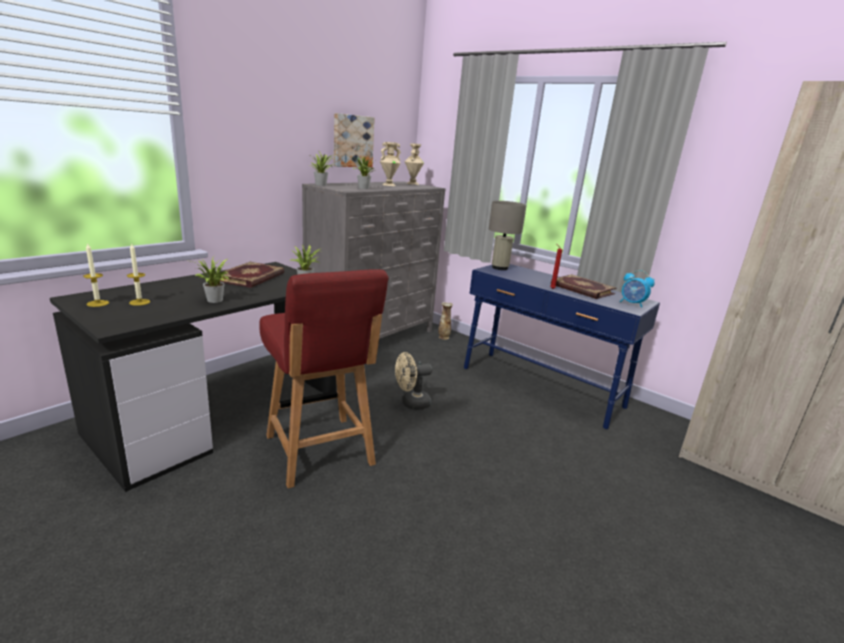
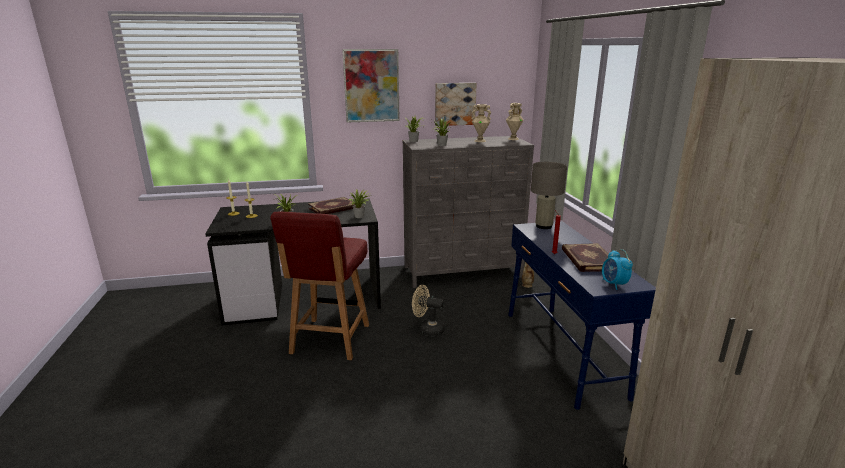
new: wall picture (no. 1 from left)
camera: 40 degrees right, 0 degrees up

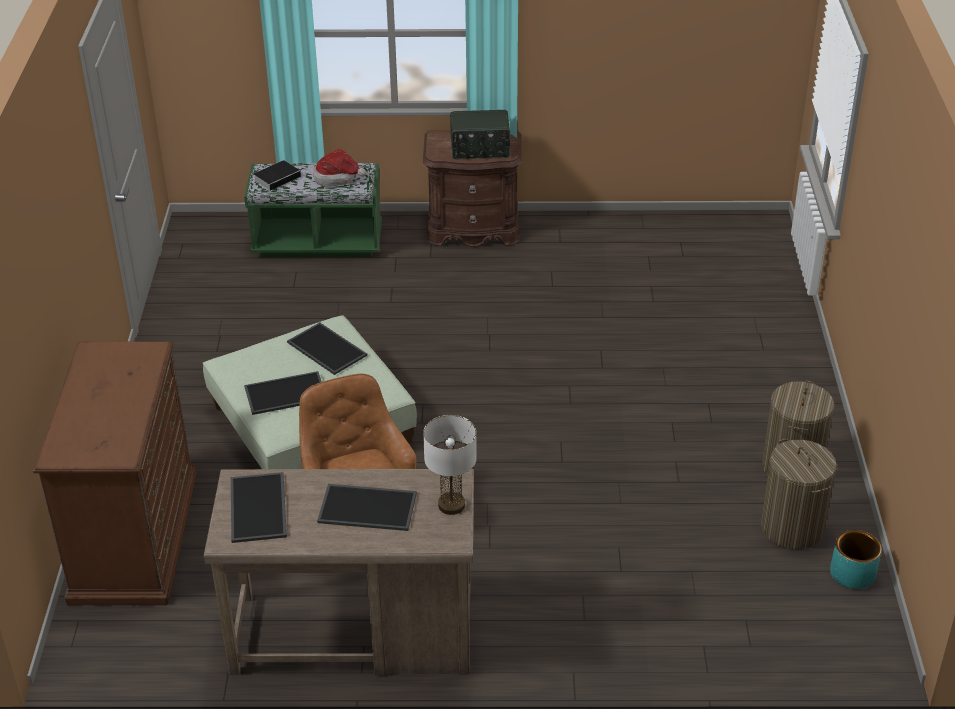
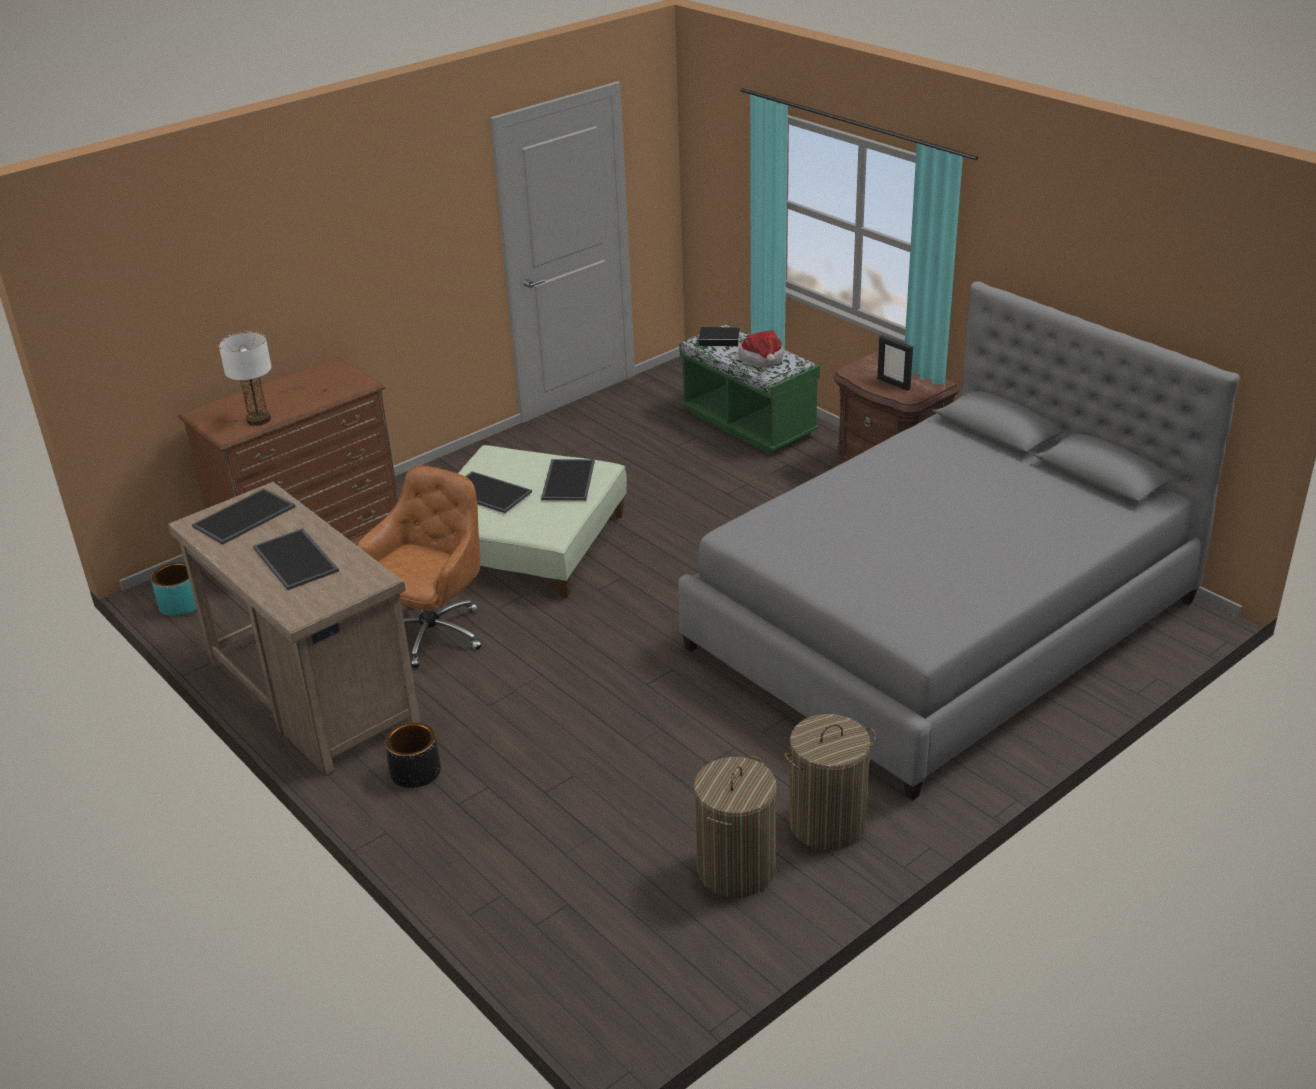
new: gray bed; blackish flower pot
shifted: lamp for a table; turquoise flower pot
swapped: radio set to photo frame
camera: 50 degrees right, 5 degrees down

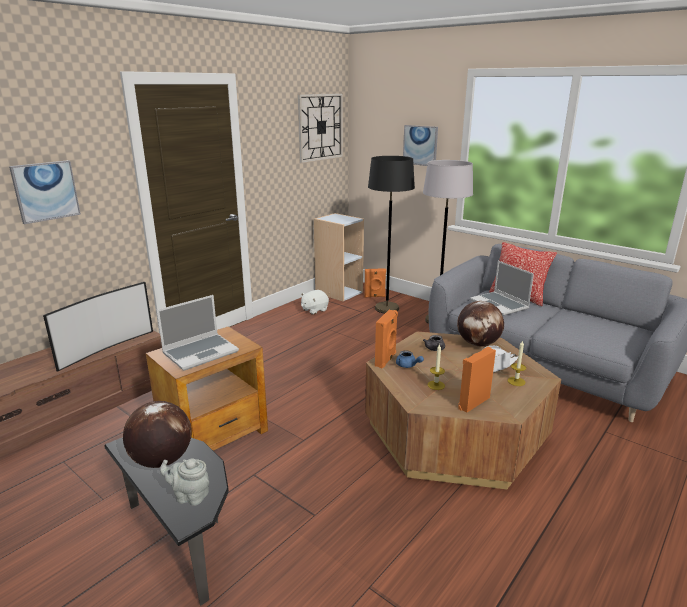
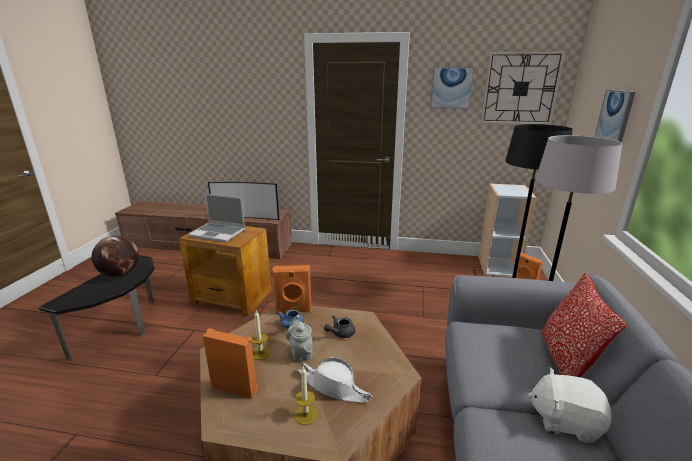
gone: notebook computer (no. 2 from left); desk globe (no. 2 from left)
shifted: wall picture (no. 1 from left); whitish cuddly toy; gray teapot (no. 1 from left)
camera: 60 degrees right, 0 degrees up

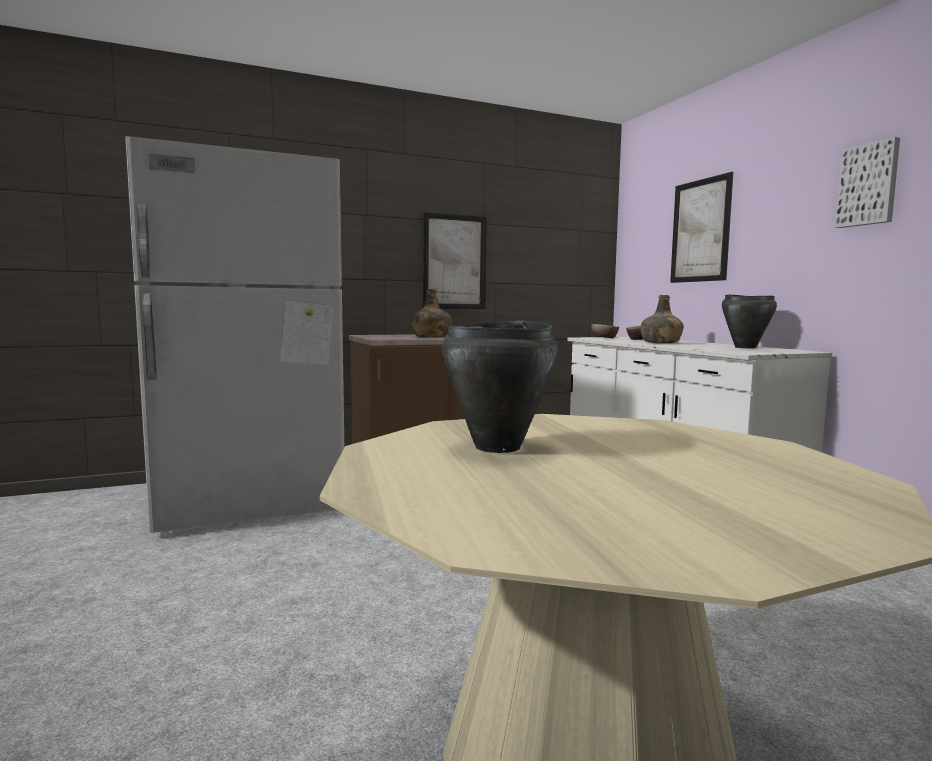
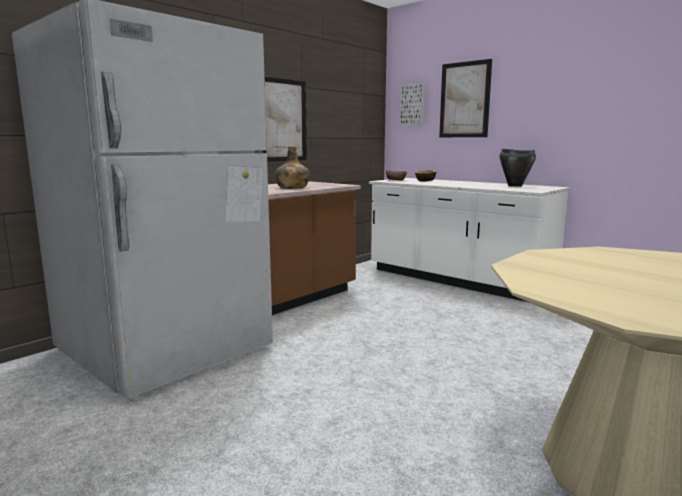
gone: green beverage bottle (no. 2 from left); blackish cooking pot (no. 1 from left)
shifted: wall picture (no. 3 from left in the first image) to wall picture (no. 2 from left)
camera: 25 degrees left, 5 degrees up

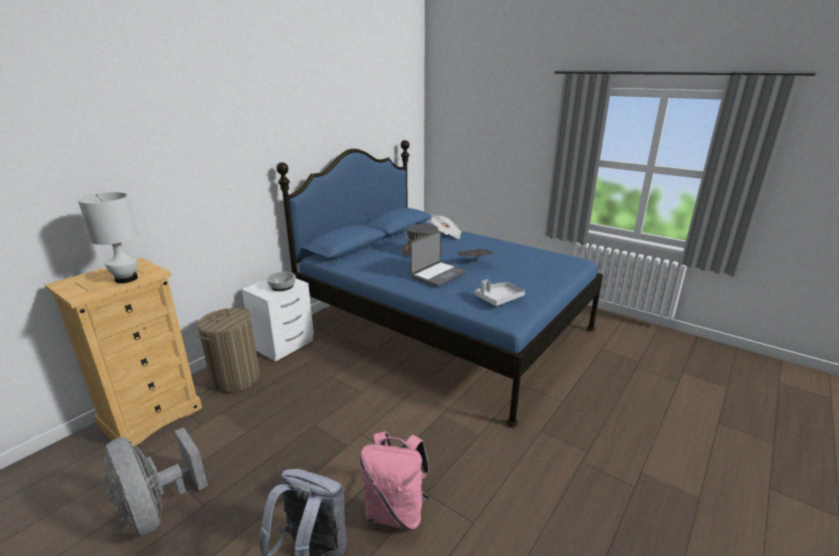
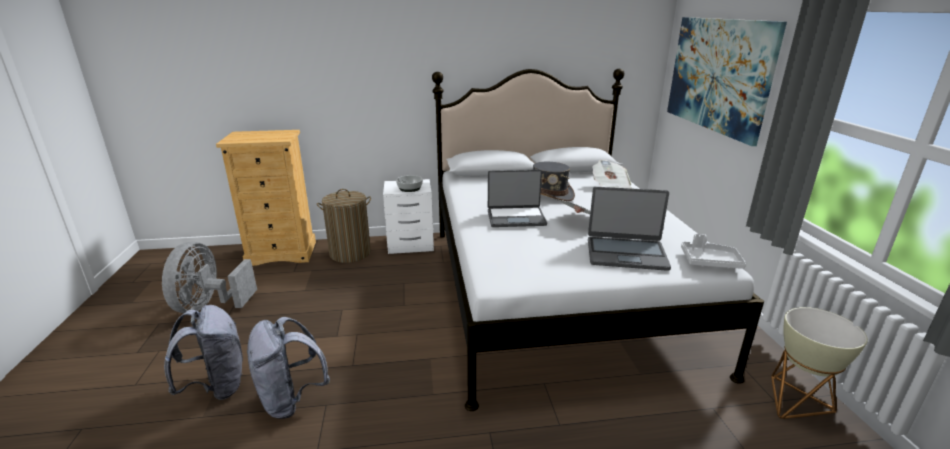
gone: whitish lamp for a table
new: wall picture; notebook computer (no. 2 from left); flower pot
shifted: gray serving tray
repainted: blue bed to whitish bed; pinkish backpack to gray backpack (no. 2 from left)
camera: 45 degrees right, 0 degrees up

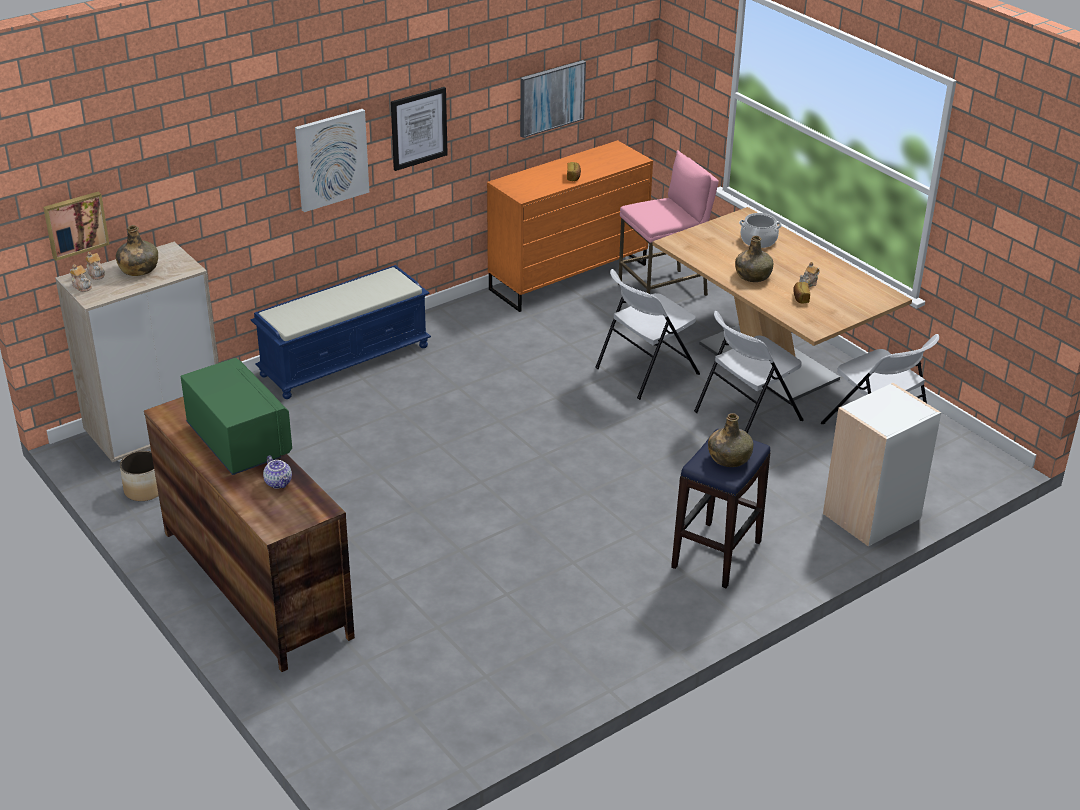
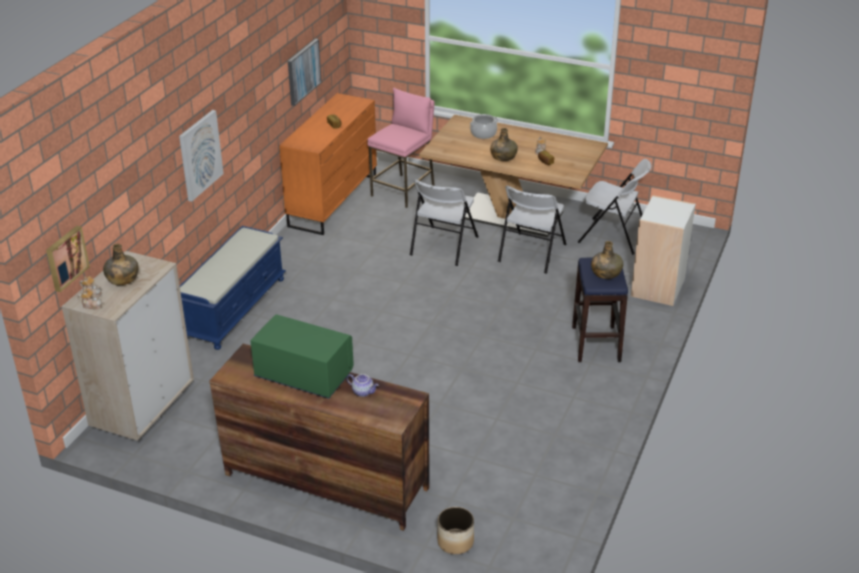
gone: wall picture (no. 3 from left)
shifted: flower pot
camera: 30 degrees left, 0 degrees up

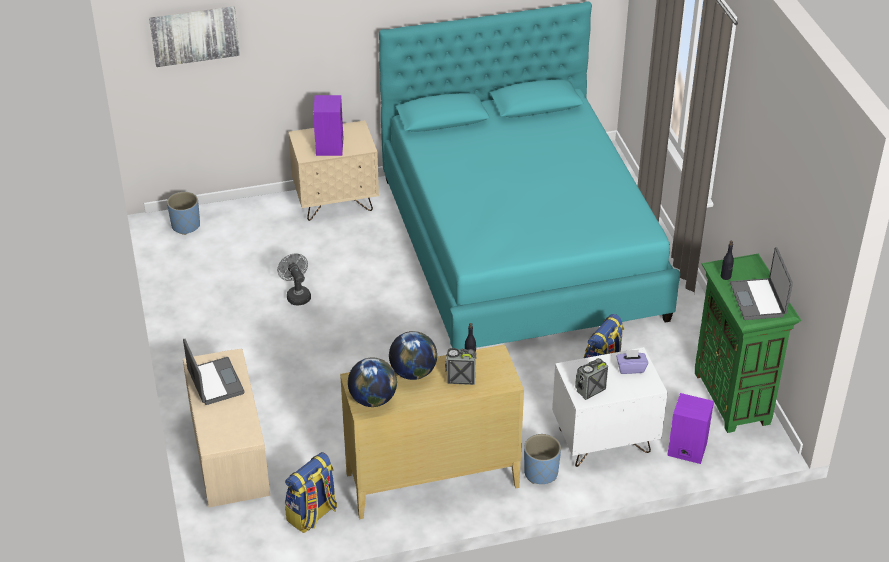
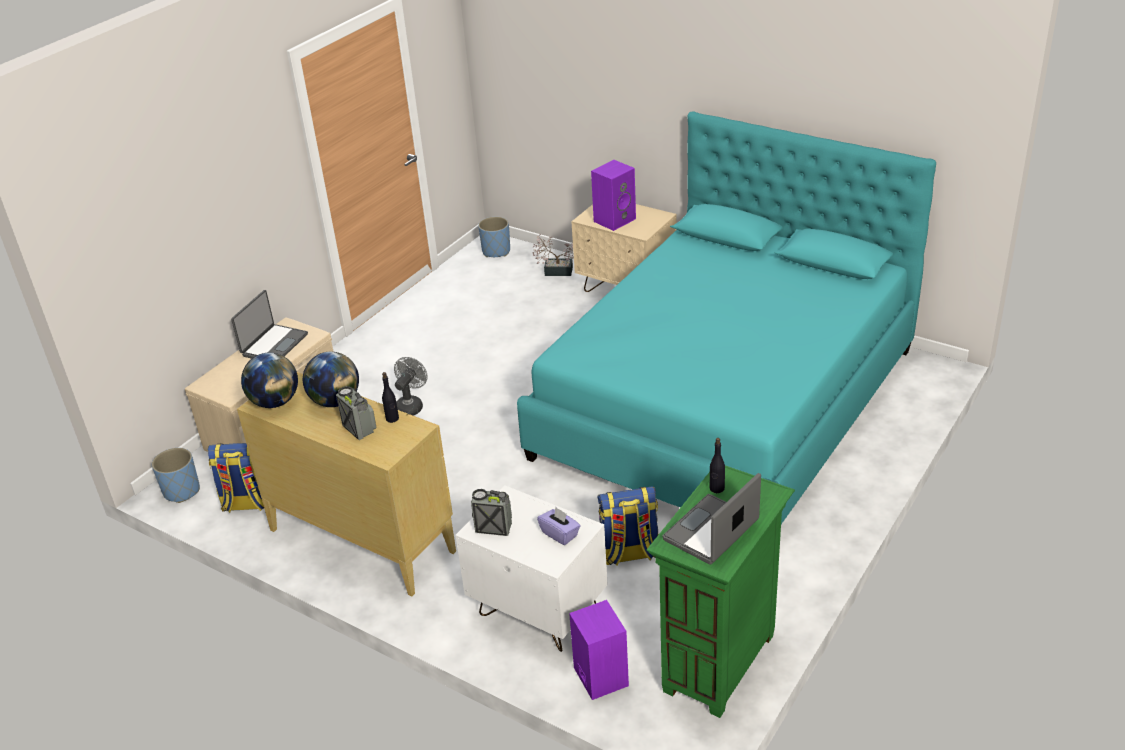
gone: wall picture
new: houseplant
shifted: gray cooling fan; blue flower pot (no. 2 from left in the first image) to blue flower pot (no. 1 from left)
camera: 50 degrees right, 5 degrees down

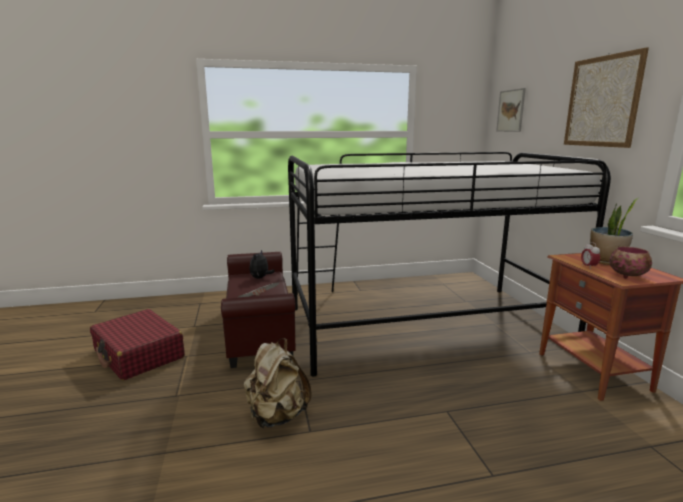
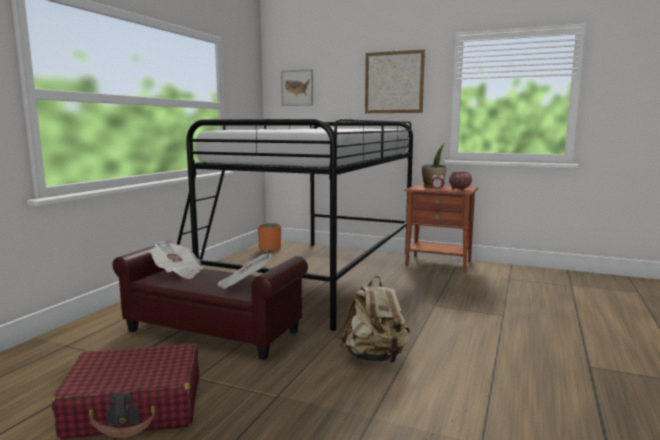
new: orangey flower pot
swapped: cuddly toy to printed paper (no. 1 from left)
camera: 55 degrees left, 5 degrees down

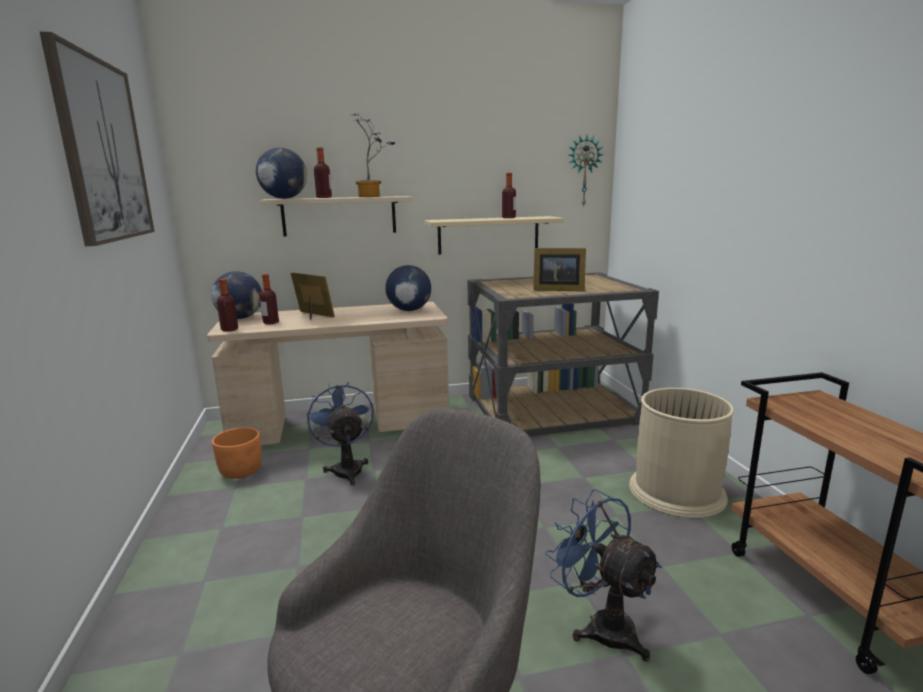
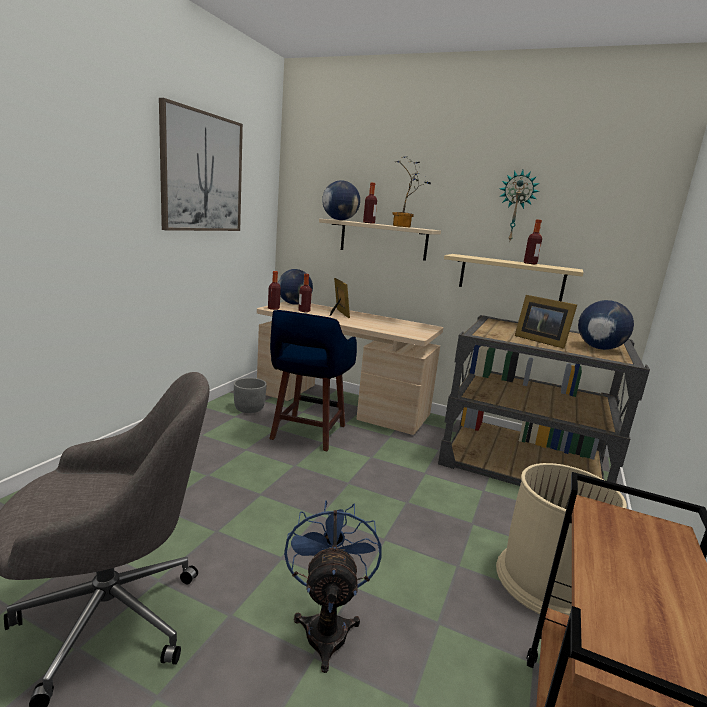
shifted: hanging clock; desk globe (no. 3 from left)
swapped: blue cooling fan (no. 1 from left) to blue stool seat
repainted: orangey flower pot to gray flower pot
camera: 35 degrees right, 0 degrees up

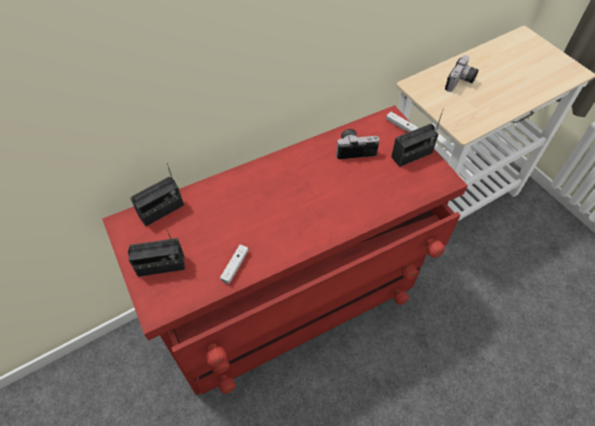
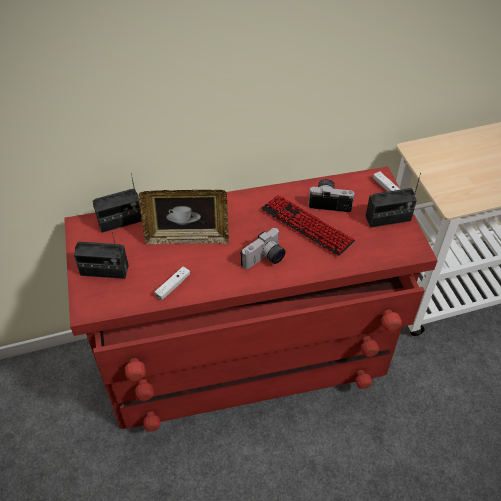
new: photo frame; PC keyboard
shifted: photo camera (no. 2 from left in the first image) to photo camera (no. 1 from left)
camera: 15 degrees right, 5 degrees down

